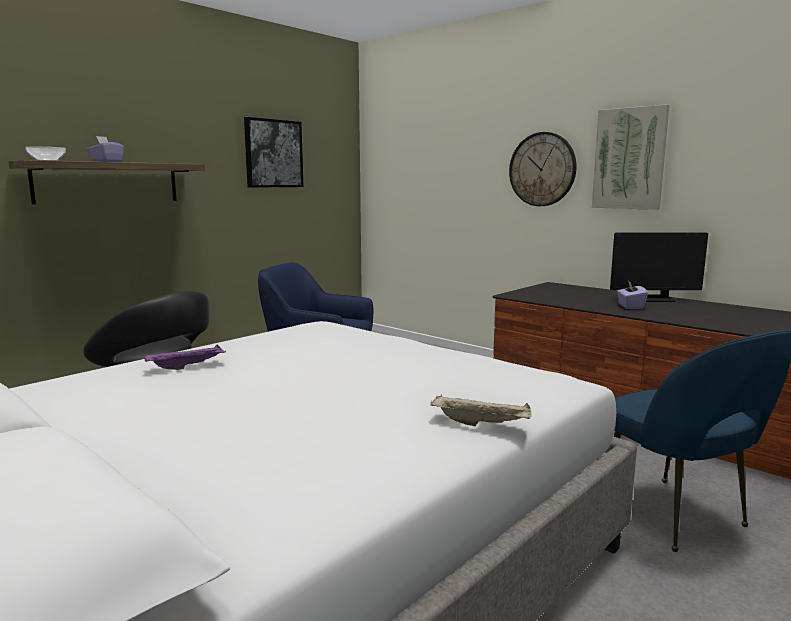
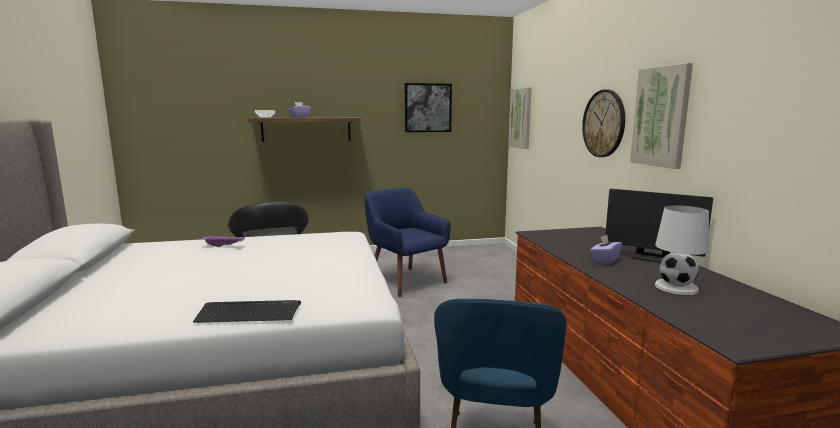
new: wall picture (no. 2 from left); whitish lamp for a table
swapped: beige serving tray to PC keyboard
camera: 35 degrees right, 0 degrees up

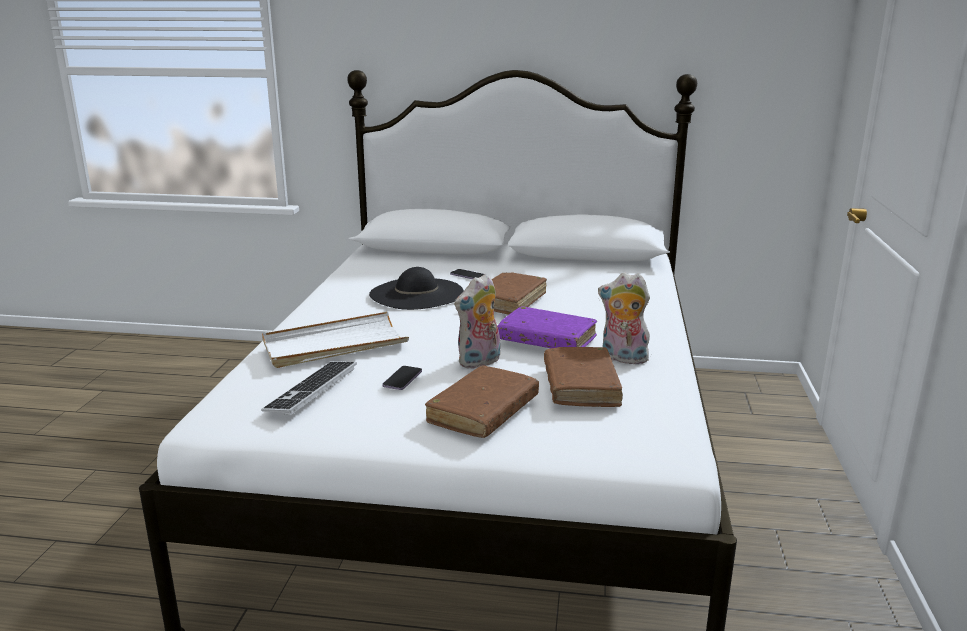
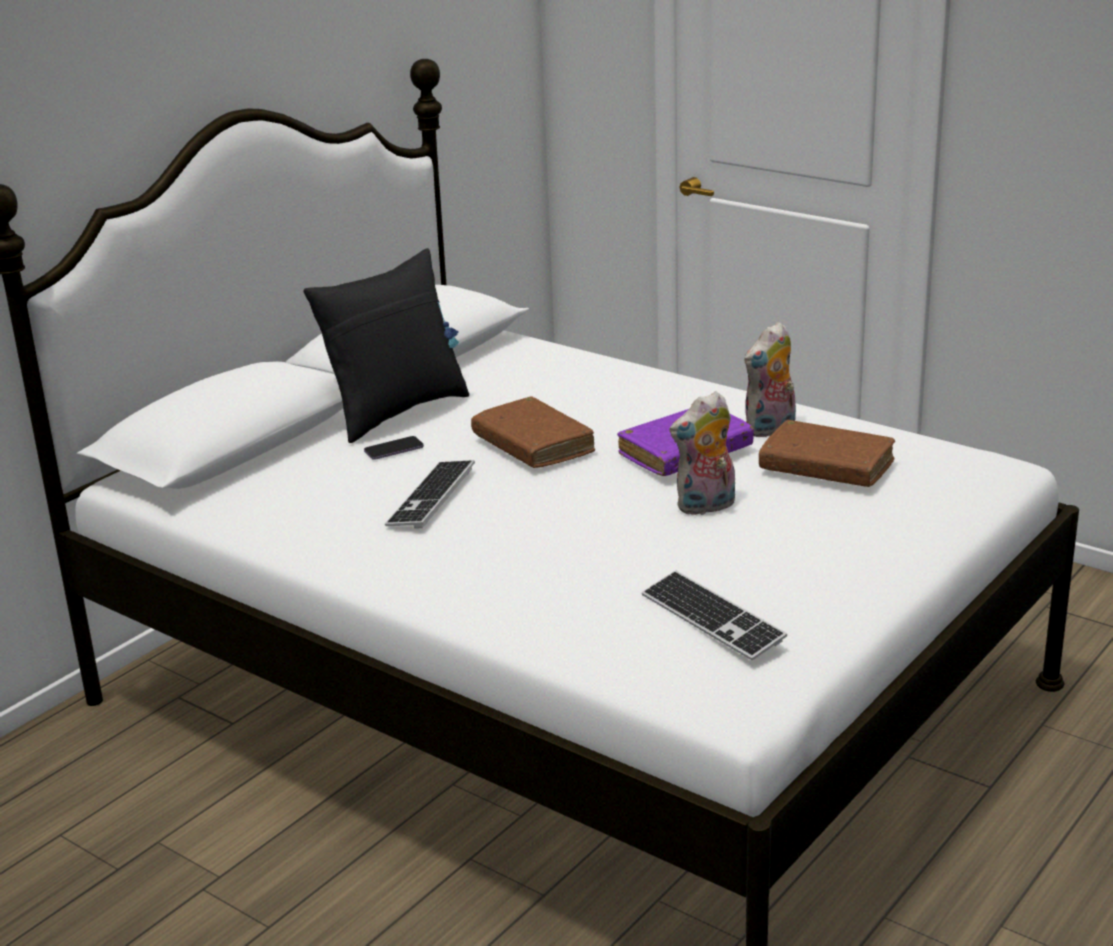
gone: whitish serving tray; brown book (no. 1 from left); phone (no. 1 from left)
new: blackish pillow
swapped: blackish clothing hat to PC keyboard (no. 1 from left)
rotated: cuddly toy (no. 1 from left) 75 degrees clockwise
camera: 60 degrees left, 5 degrees up

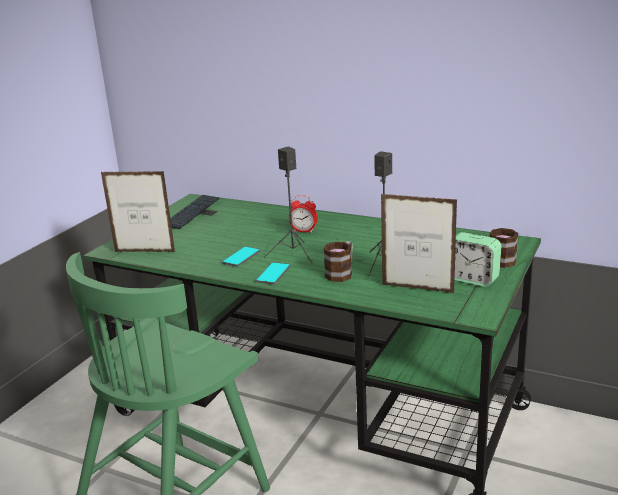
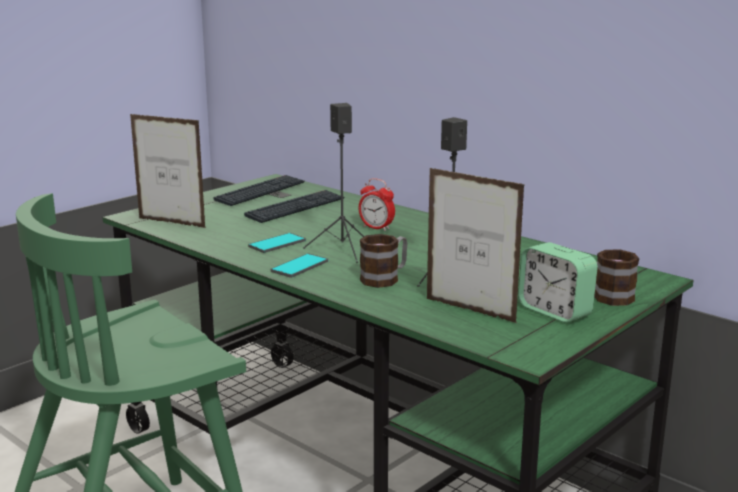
new: PC keyboard (no. 2 from left)
camera: 15 degrees right, 5 degrees down

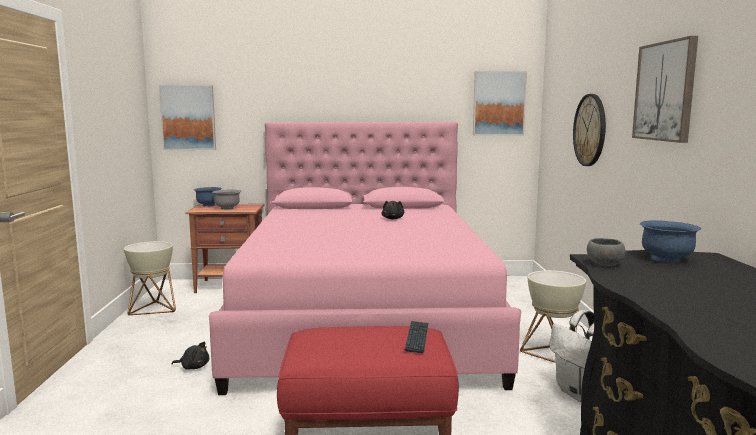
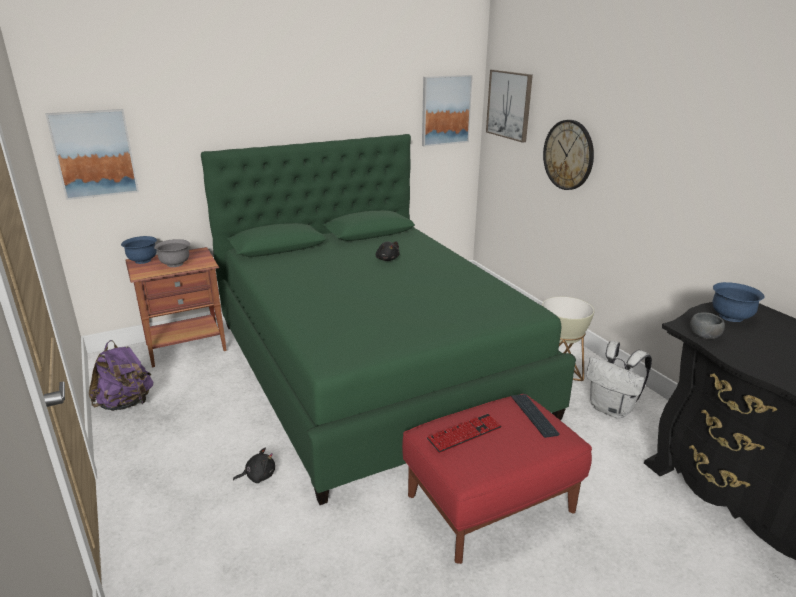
new: PC keyboard (no. 1 from left)
shifted: wall picture (no. 3 from left)
swapped: flower pot (no. 1 from left) to purplish backpack
repainted: pinkish bed to green bed
camera: 25 degrees left, 15 degrees up

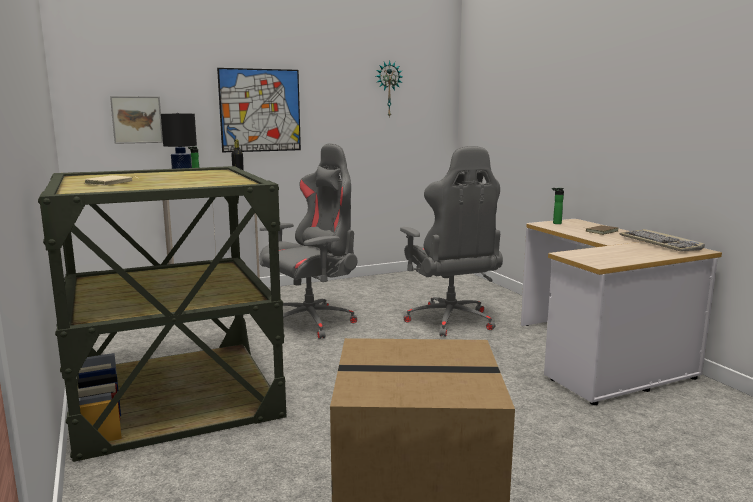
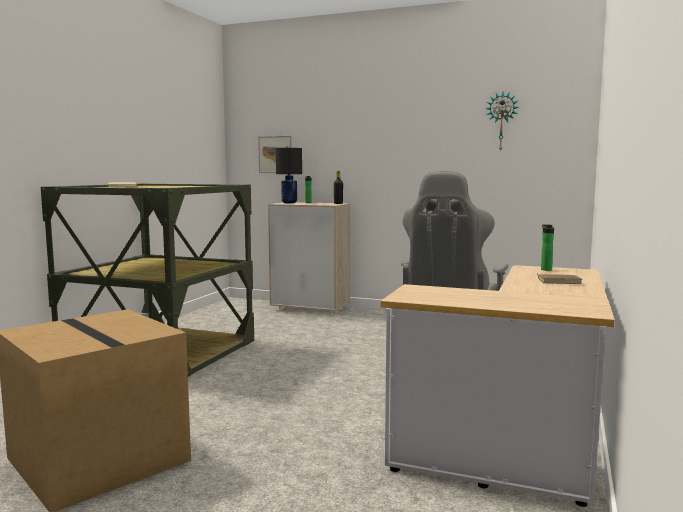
gone: wall picture (no. 2 from left); gray desk chair (no. 1 from left); PC keyboard
camera: 45 degrees right, 5 degrees down

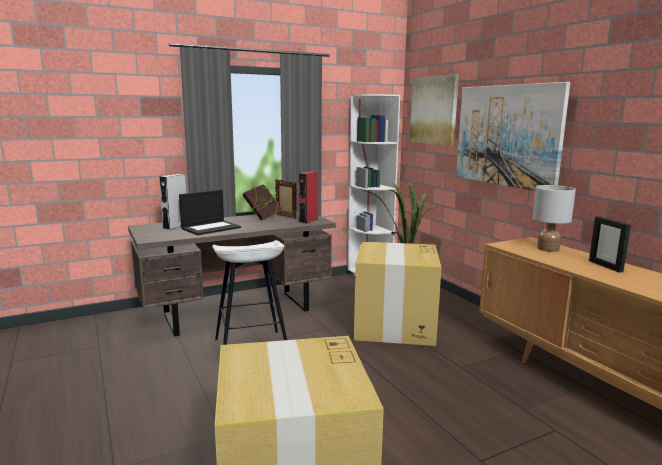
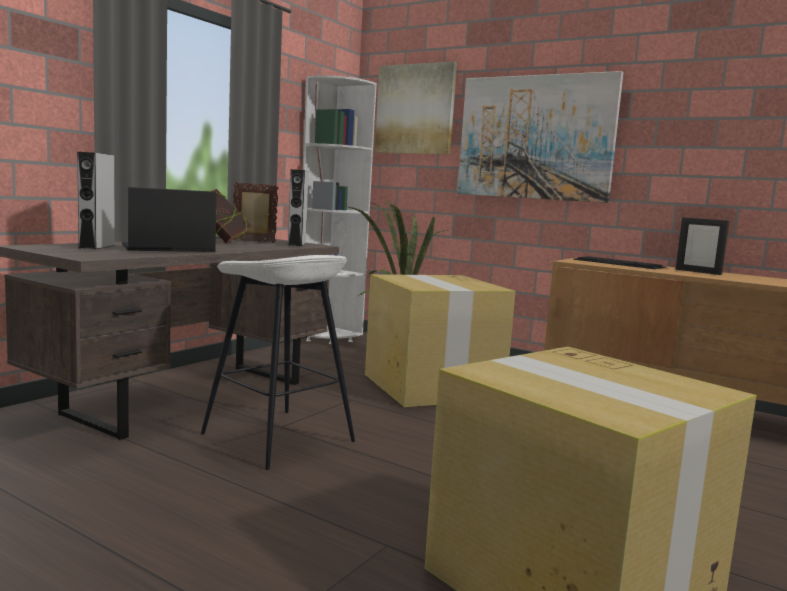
swapped: gray lamp for a table to PC keyboard
repainted: red speaker to gray speaker (no. 2 from left)
rotated: notebook computer 135 degrees counterclockwise
camera: 30 degrees left, 5 degrees down

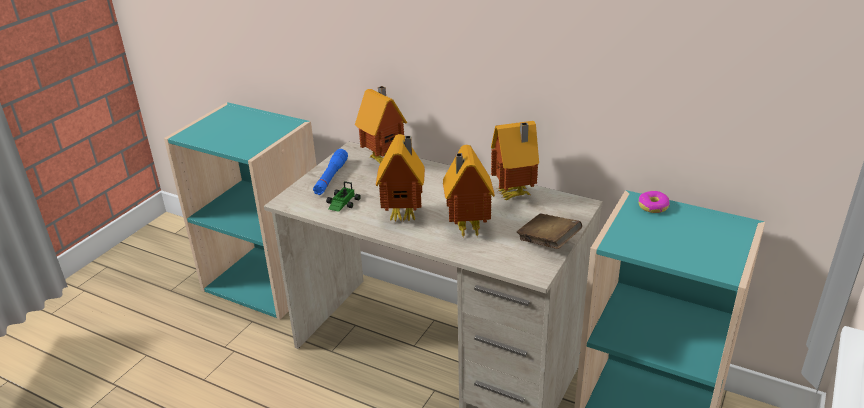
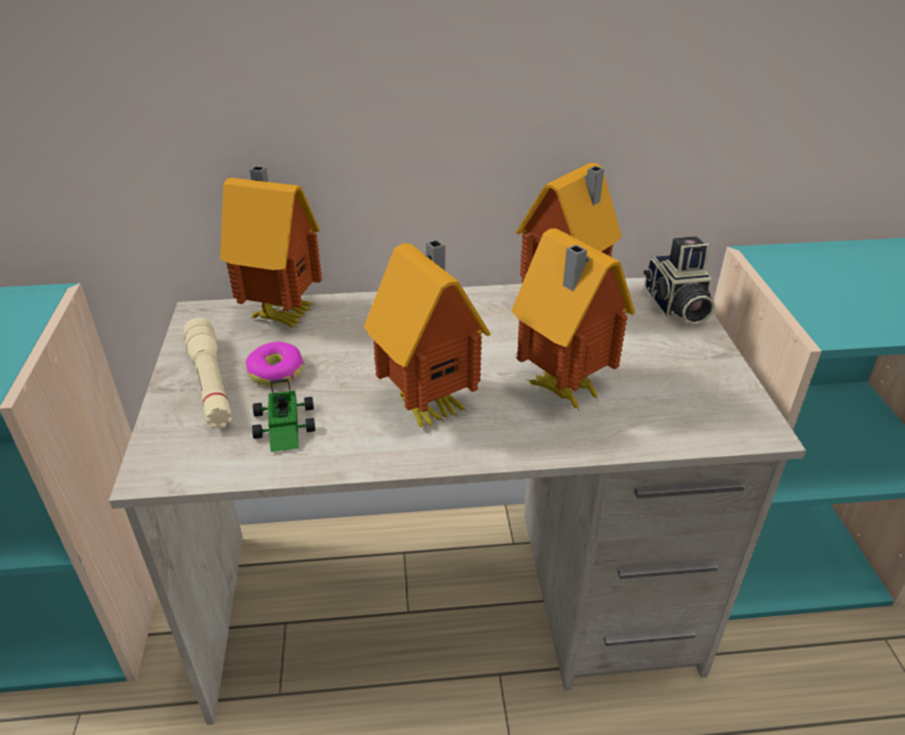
gone: brown book
new: photo camera
shifted: ring doughnut
repainted: blue flashlight to beige flashlight
camera: 35 degrees left, 5 degrees up

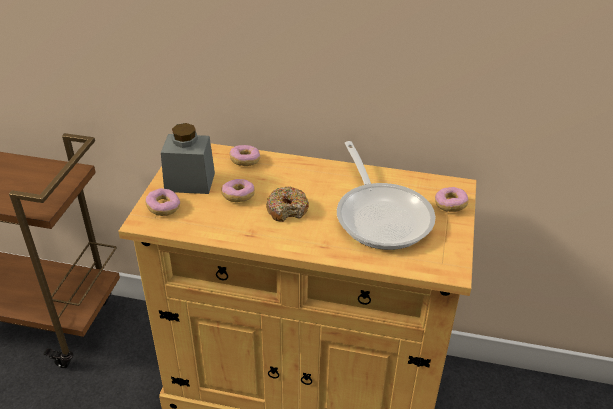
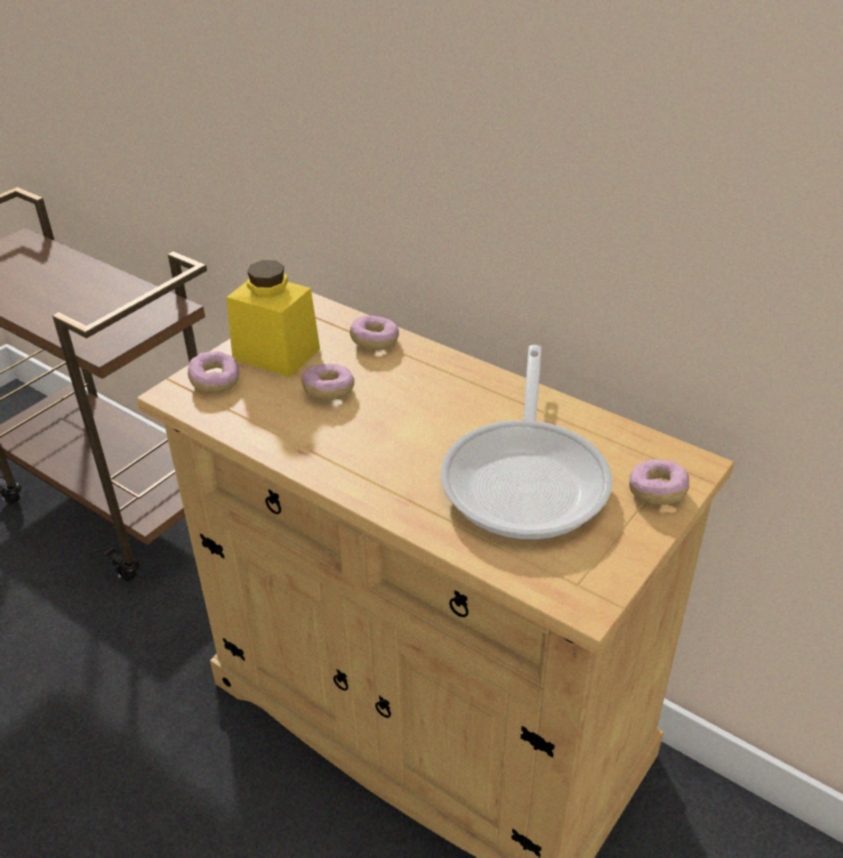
gone: ring doughnut (no. 4 from left)
repainted: gray storage jar to yellow storage jar
camera: 25 degrees right, 0 degrees up

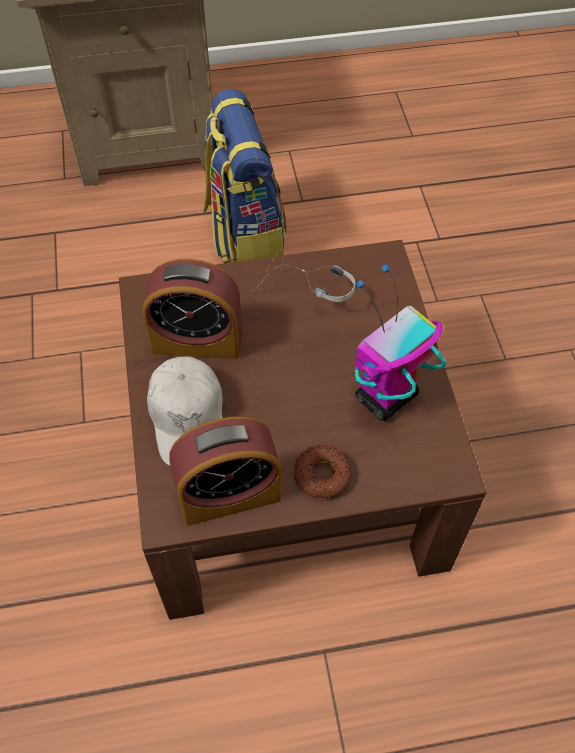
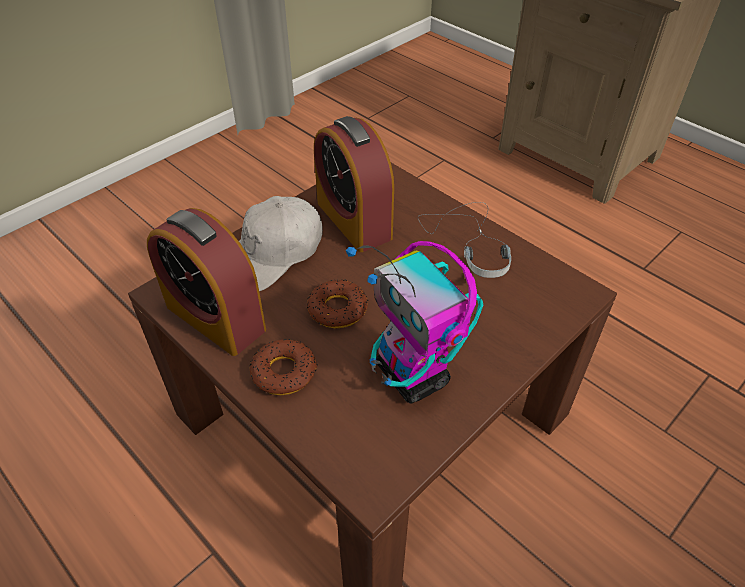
gone: backpack
new: ring doughnut (no. 2 from left)
rotated: toy robot 135 degrees counterclockwise
camera: 55 degrees right, 10 degrees down

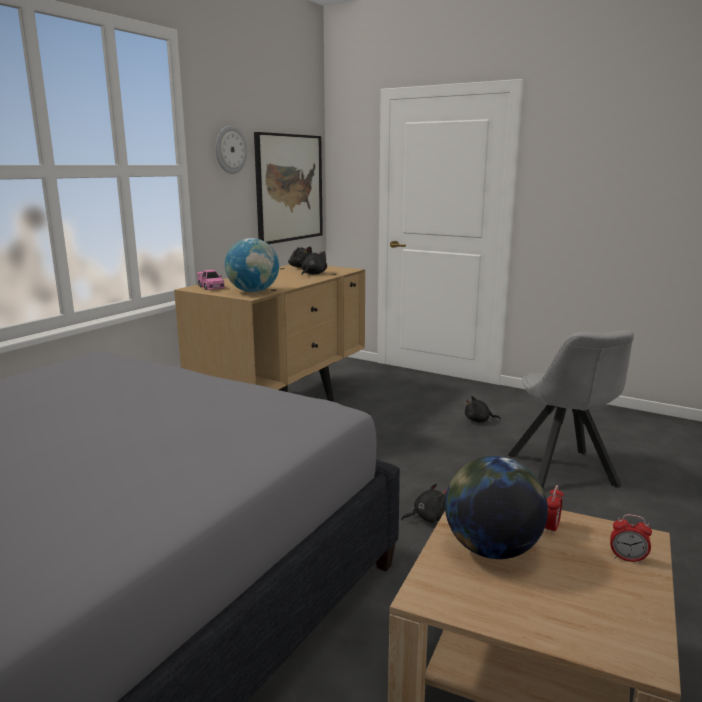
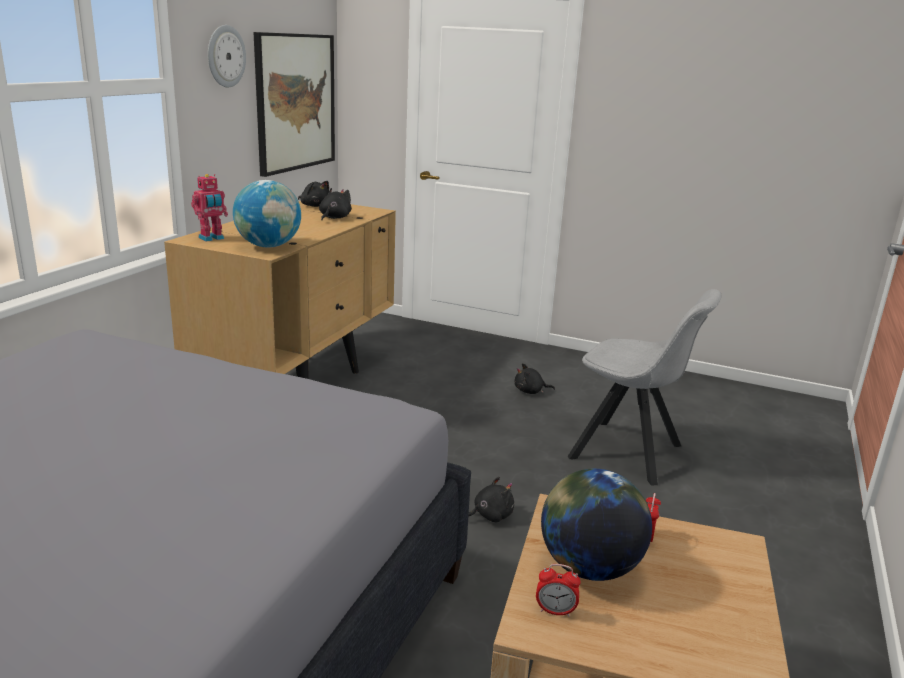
shifted: table clock (no. 2 from left in the first image) to table clock (no. 1 from left)
swapped: pinkish toy car to toy robot
rotated: gray upright chair 45 degrees counterclockwise
camera: 10 degrees left, 5 degrees up

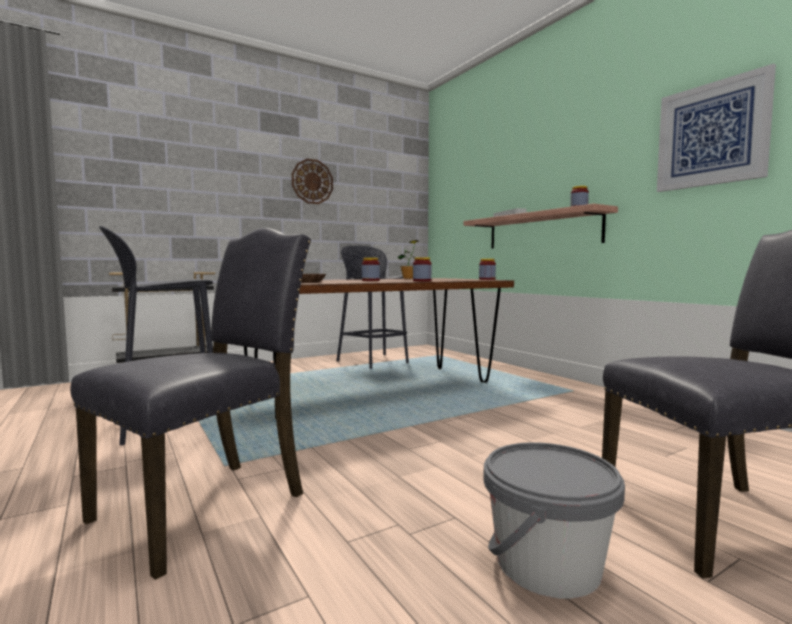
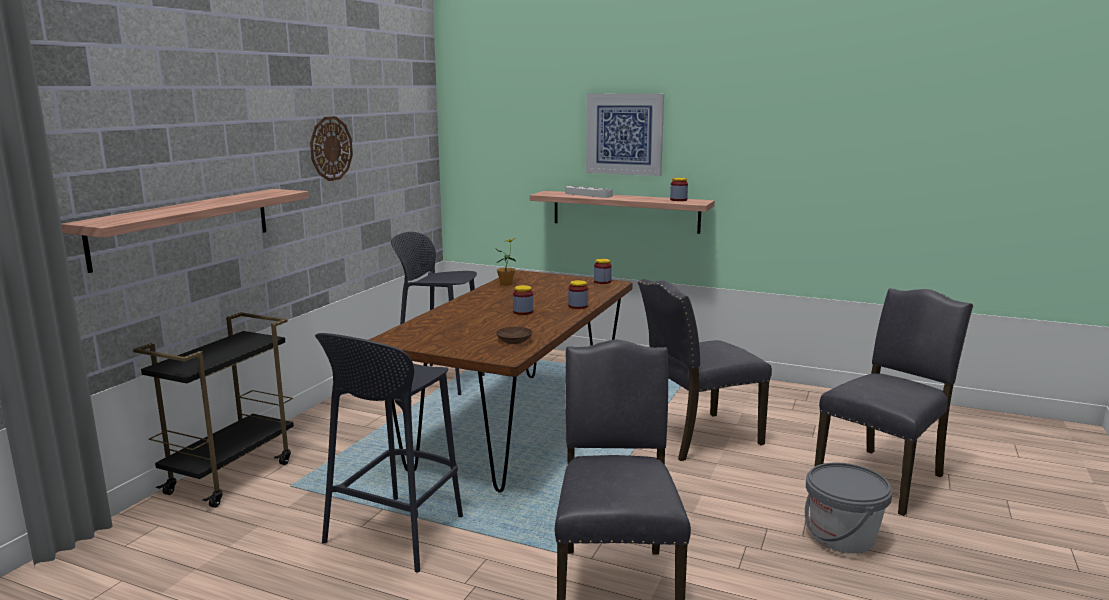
new: bracket shelf (no. 1 from left); gray upright chair (no. 2 from left)
shifted: wall picture
camera: 35 degrees left, 10 degrees up

